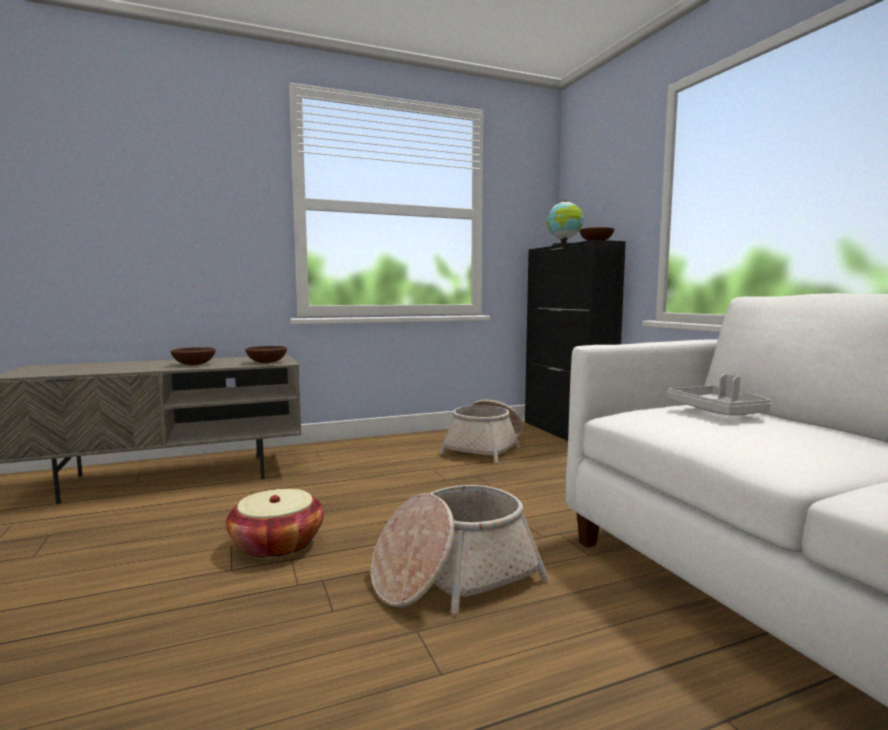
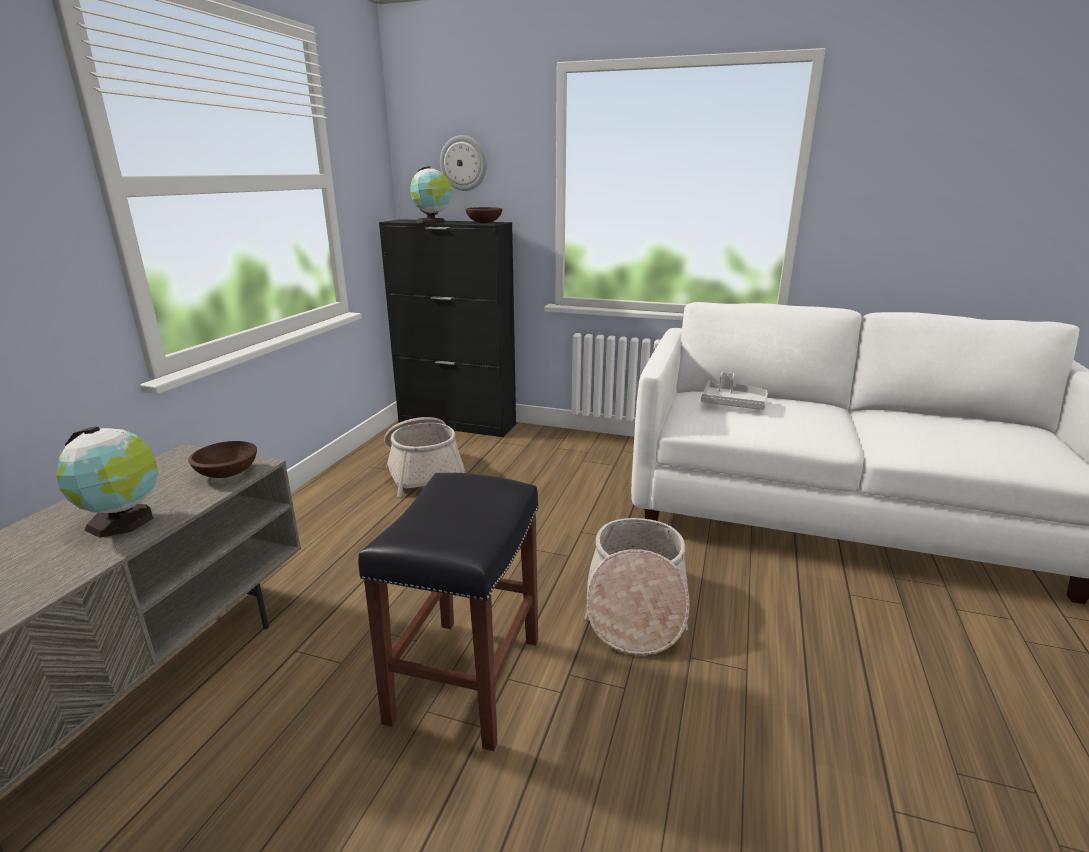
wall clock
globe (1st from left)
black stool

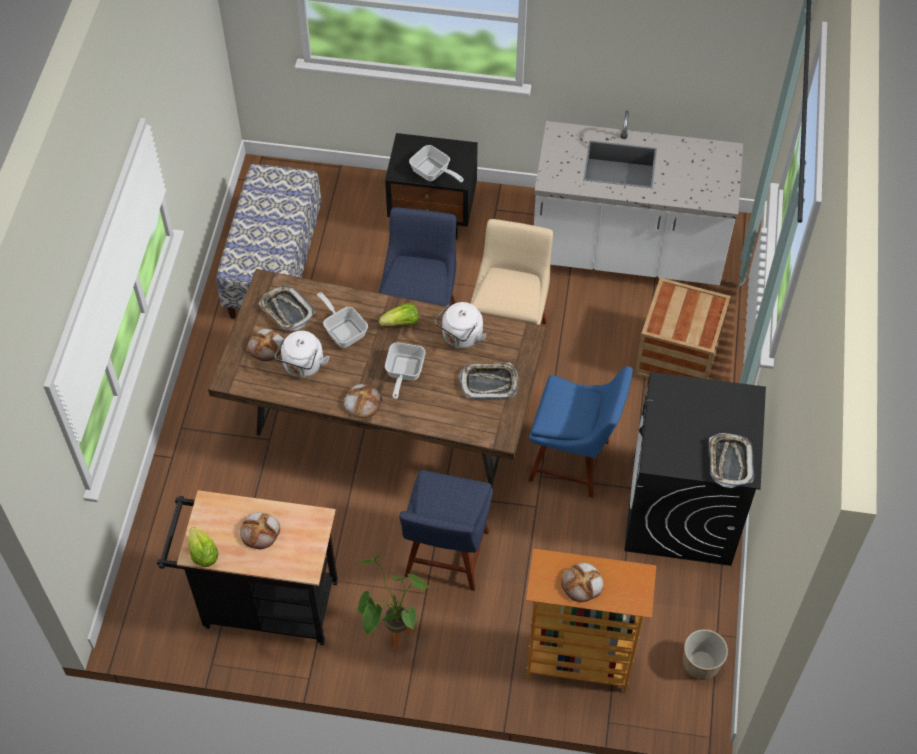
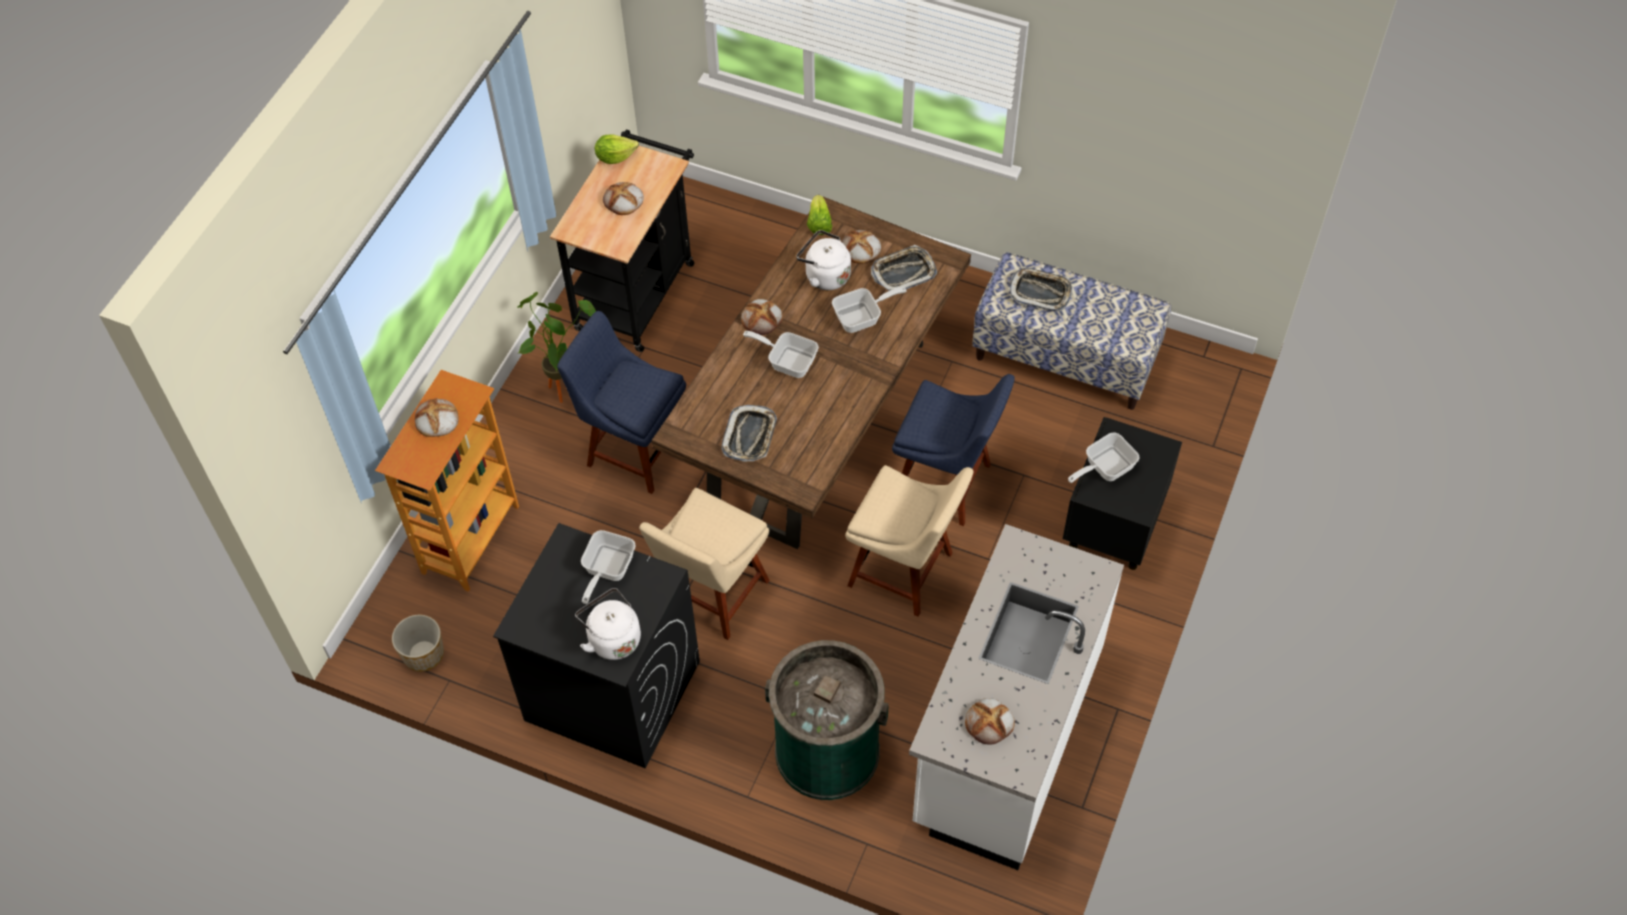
frying pan (1st from left)
bread (5th from left)
lettuce (2nd from left)
white kettle (1st from left)
tray (3rd from left)
green trash can
beige chair (1st from left)

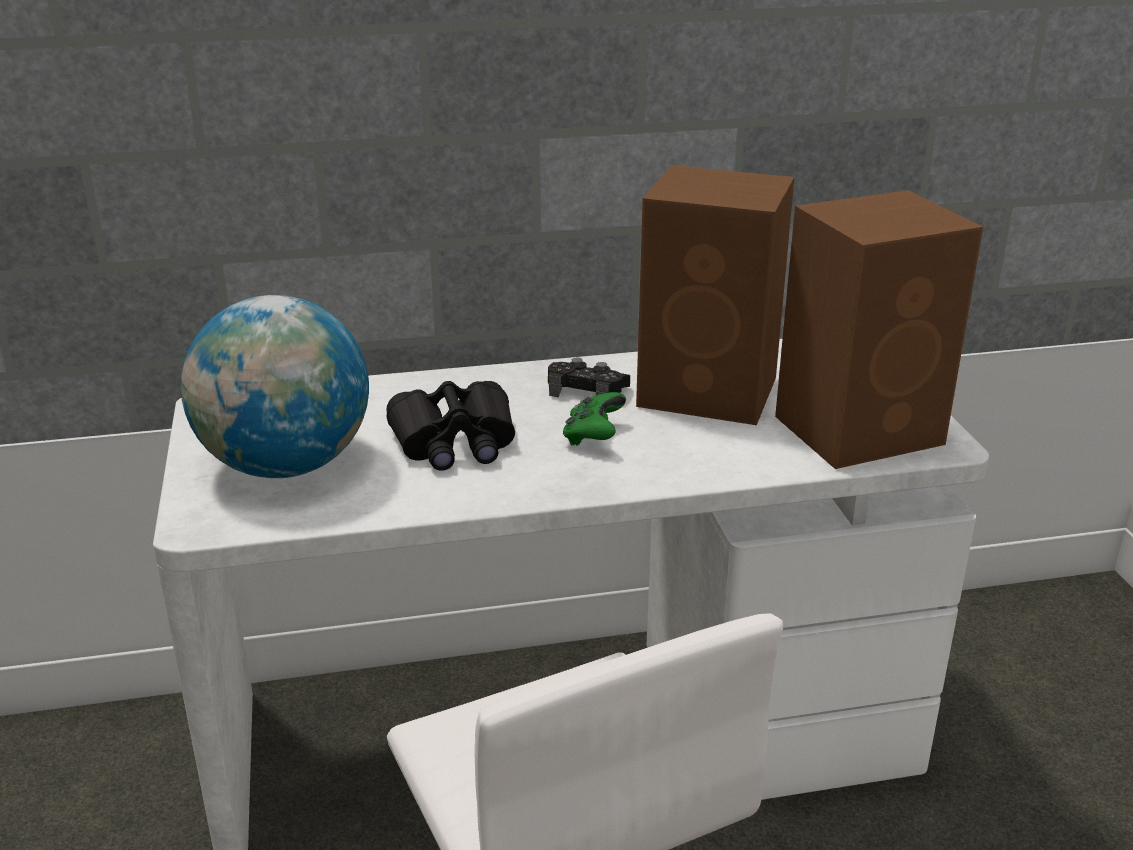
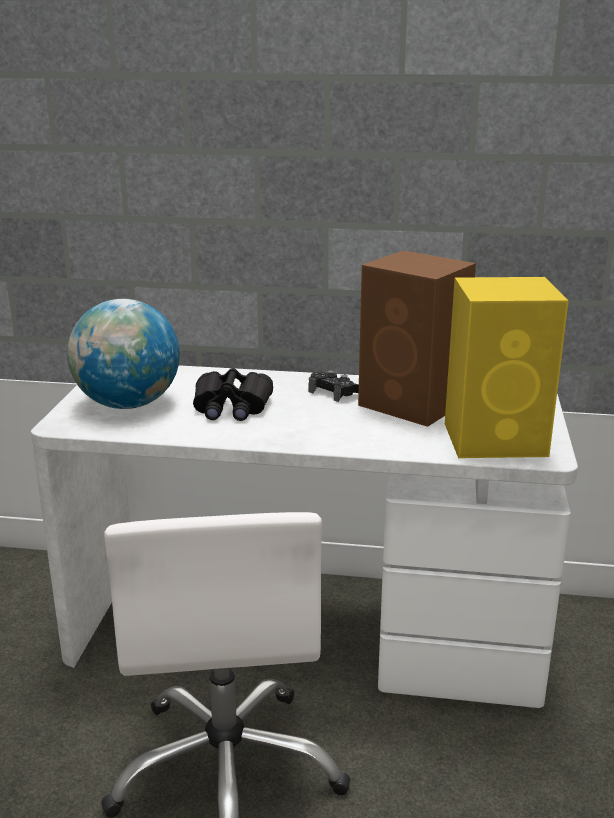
green game controller
yellow speaker

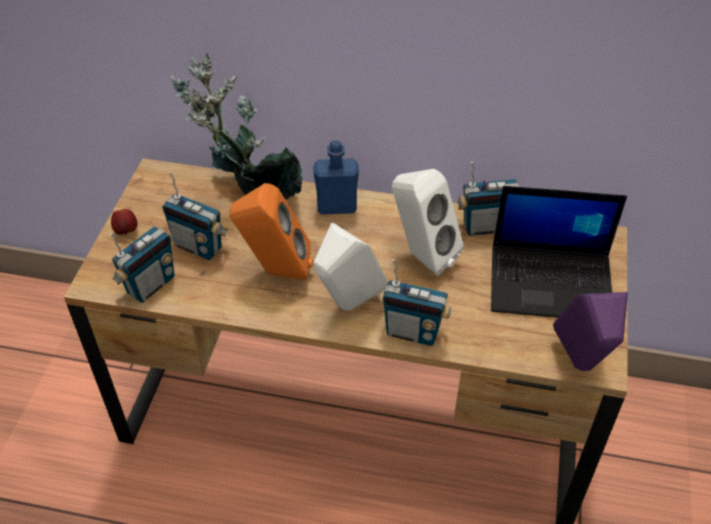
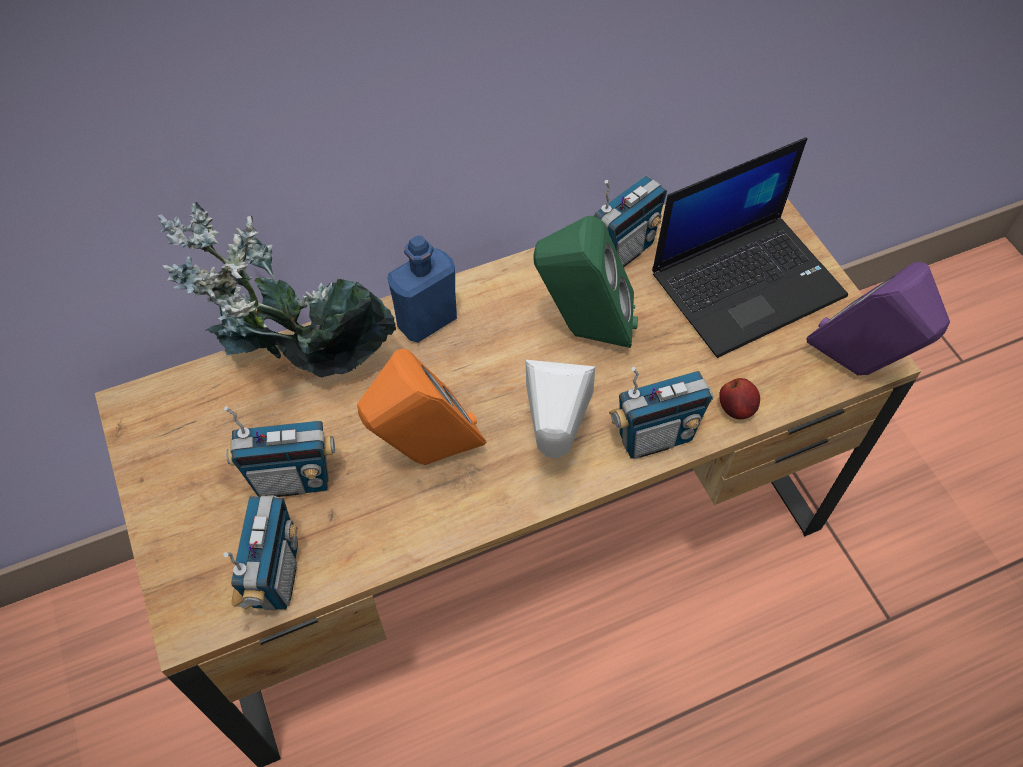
apple
green speaker

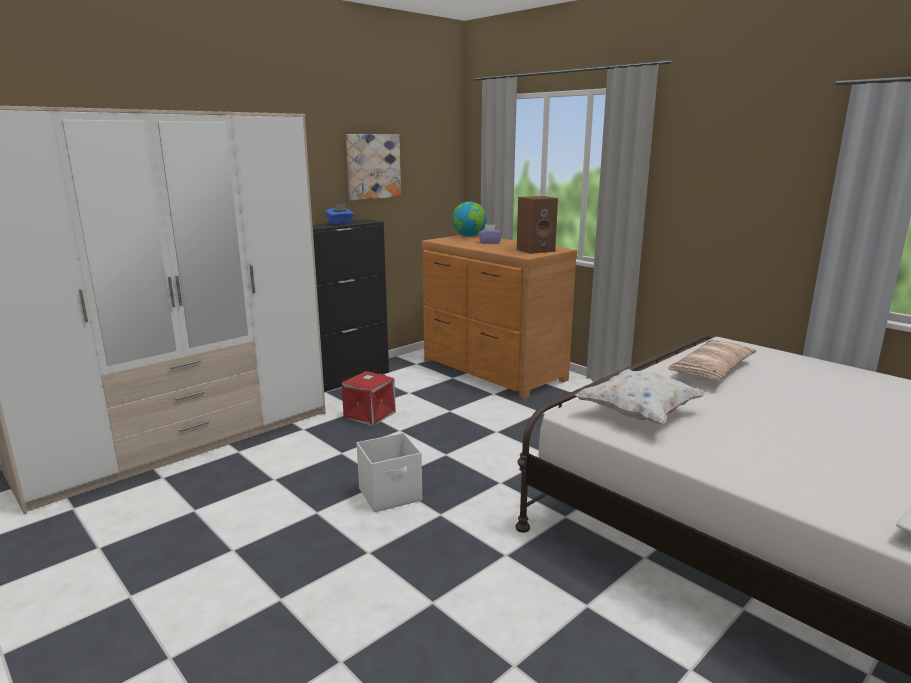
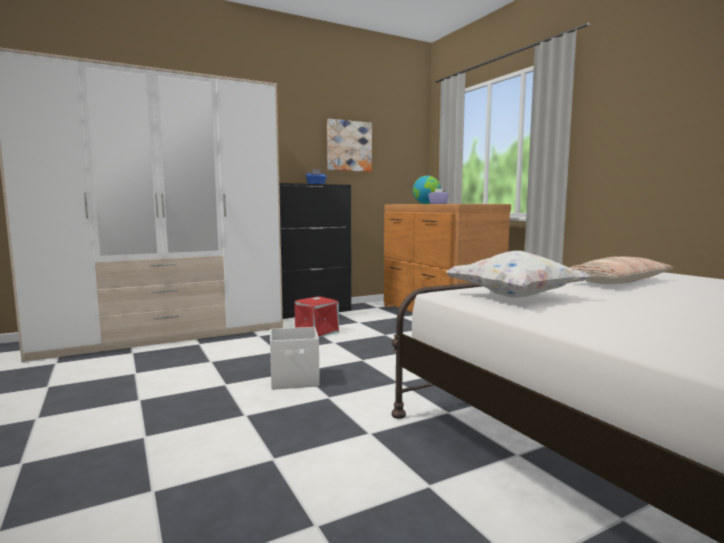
brown speaker

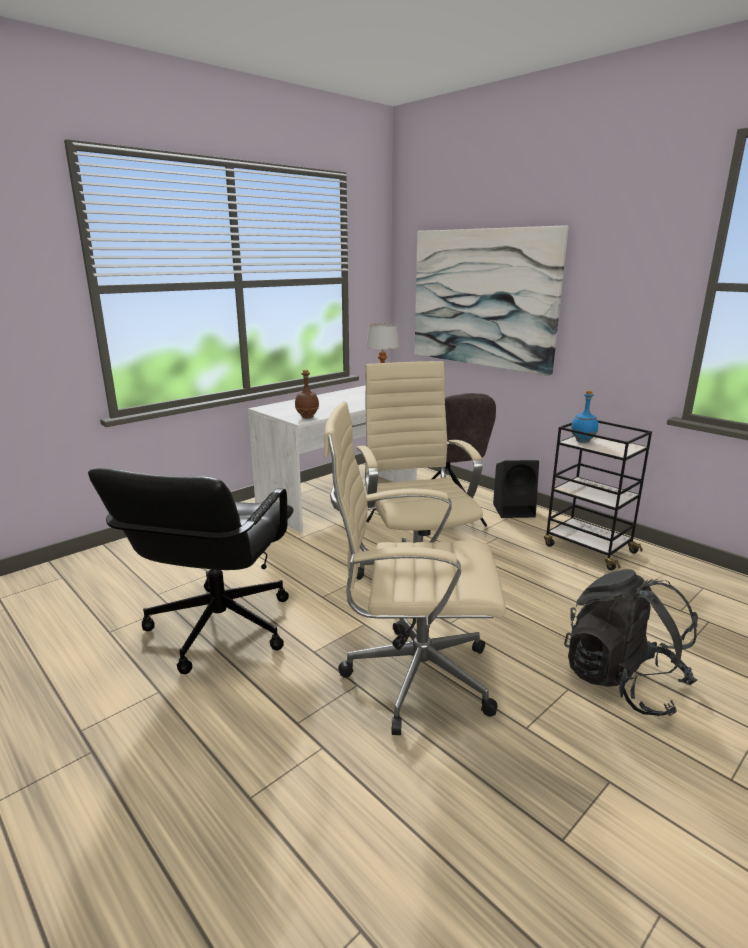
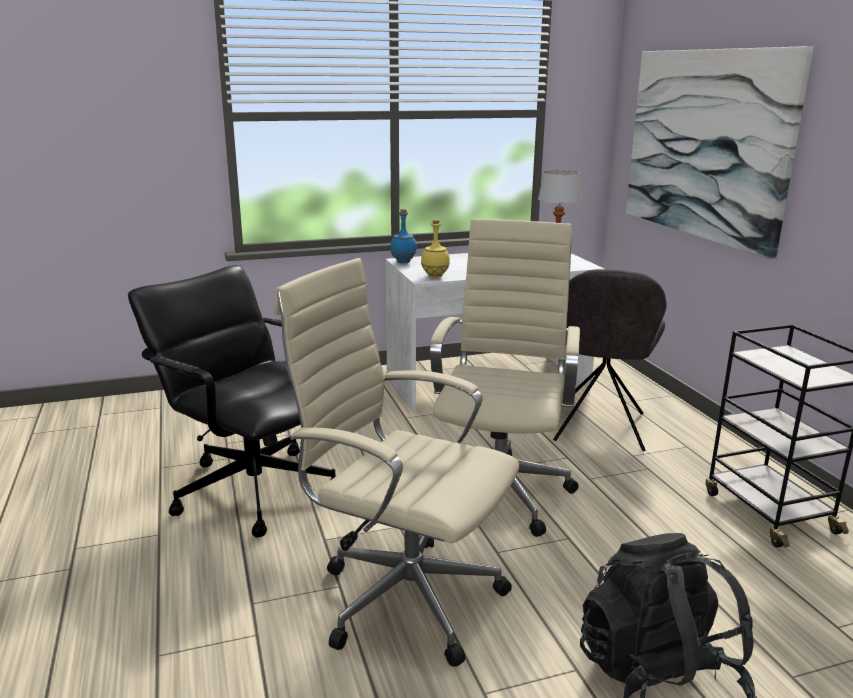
black speaker
blue bottle
yellow bottle
black office chair

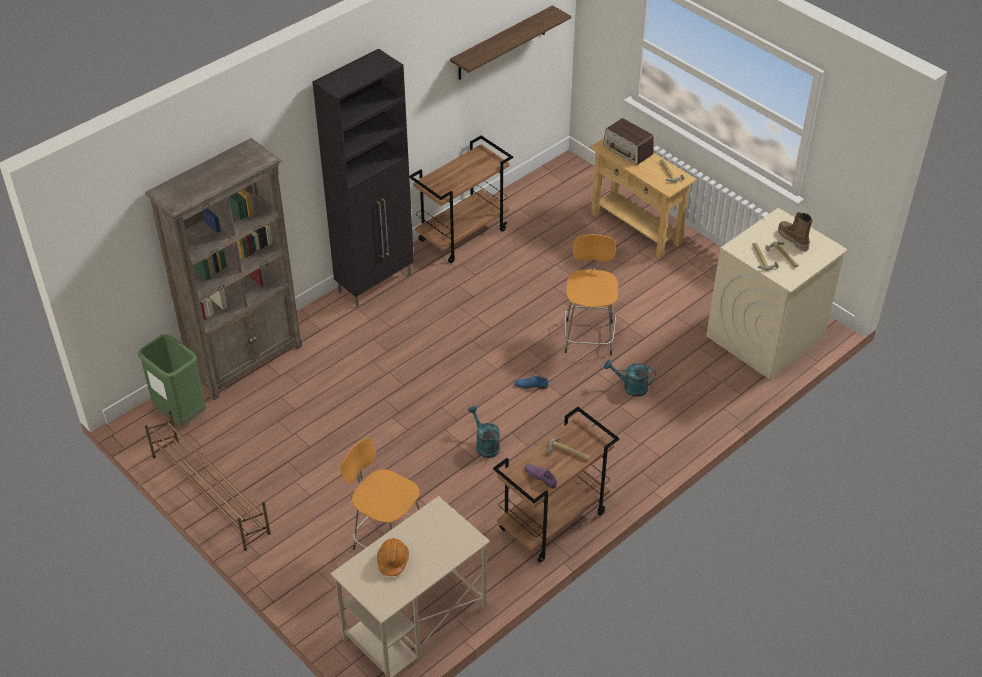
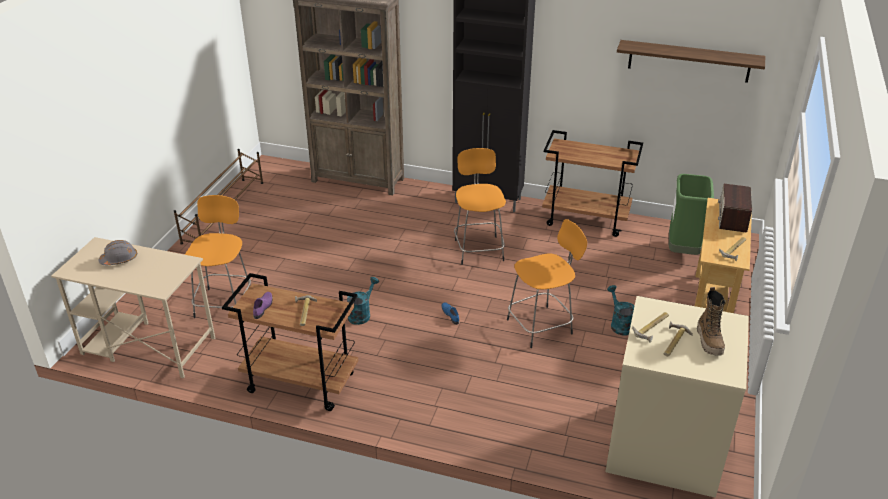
orange stool (2nd from left)
green trash can
turquoise watering can (2nd from left)
grey hard hat
boot

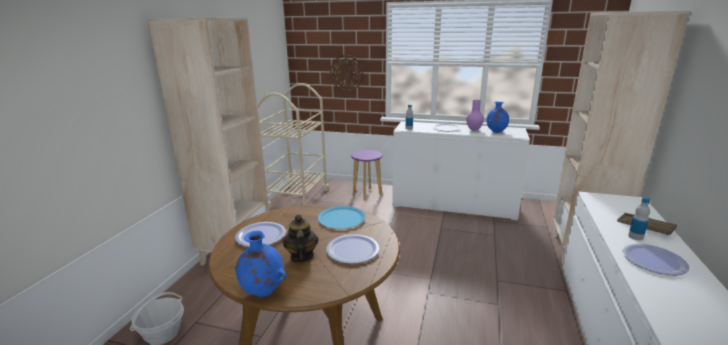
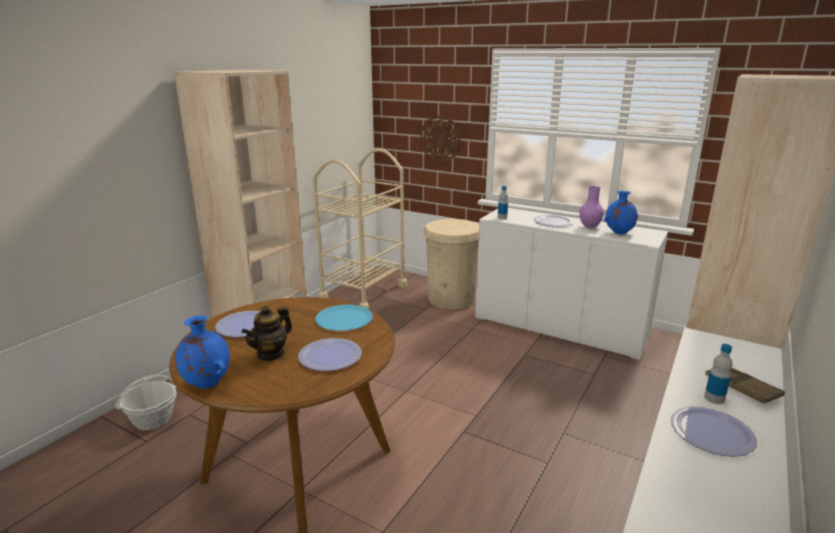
beige trash can
teapot

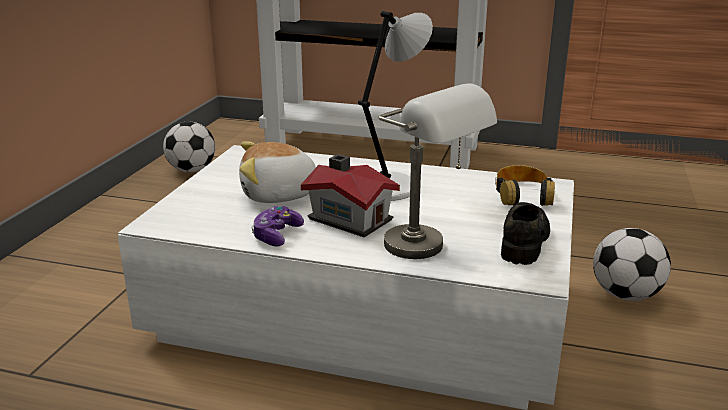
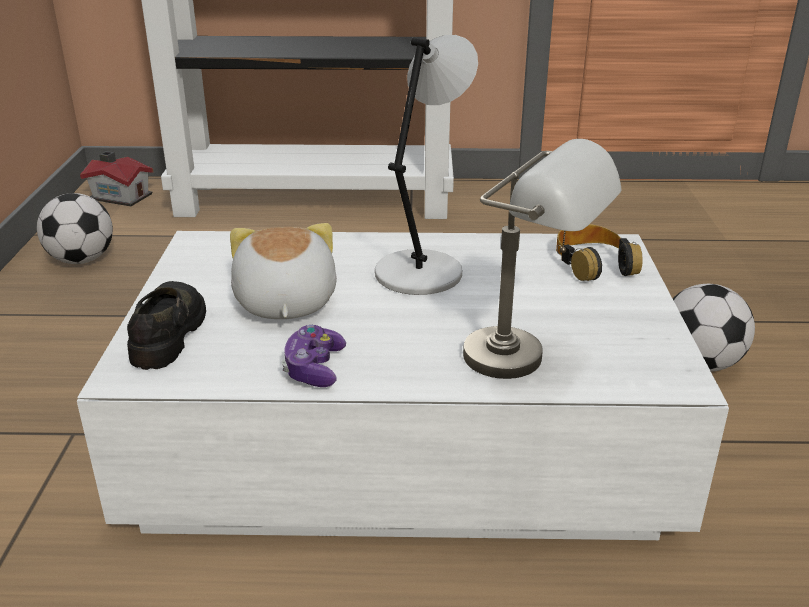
toy house
black shoe
plush toy

